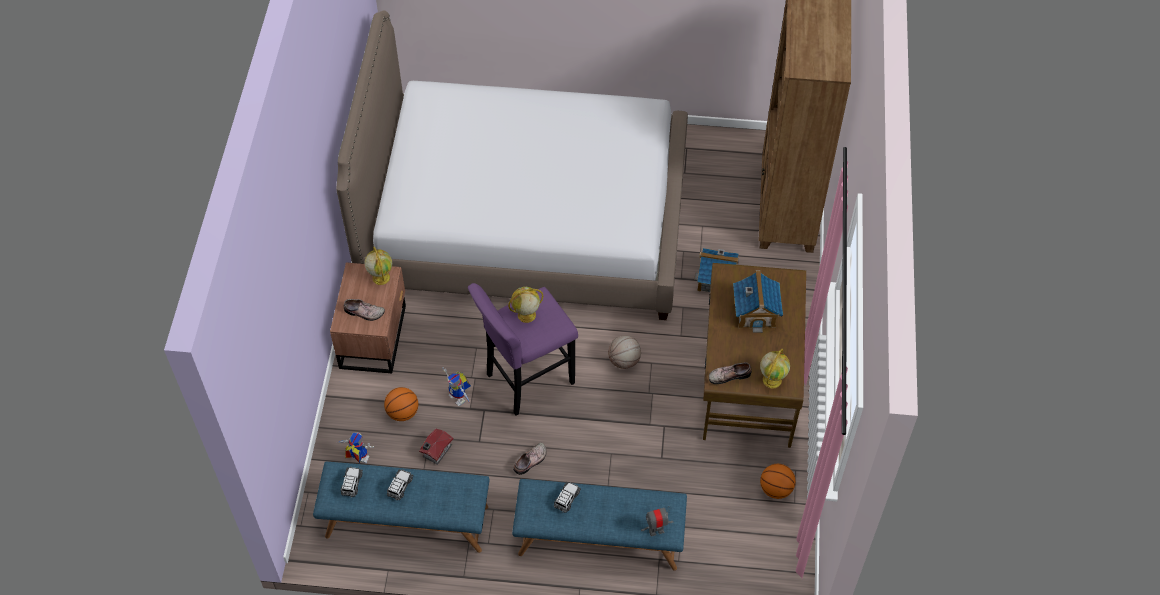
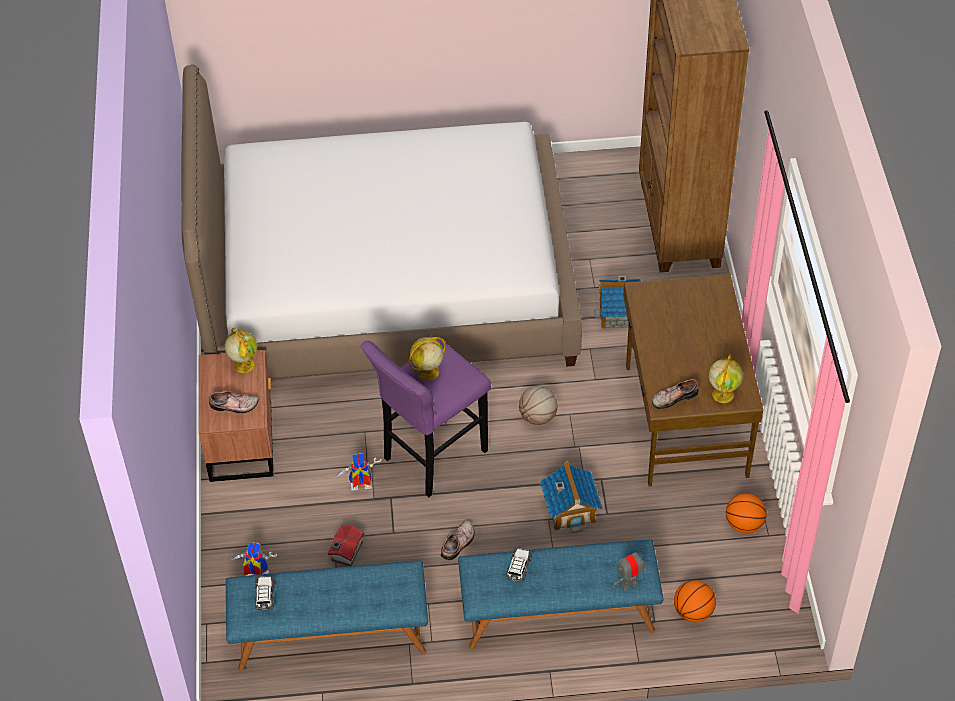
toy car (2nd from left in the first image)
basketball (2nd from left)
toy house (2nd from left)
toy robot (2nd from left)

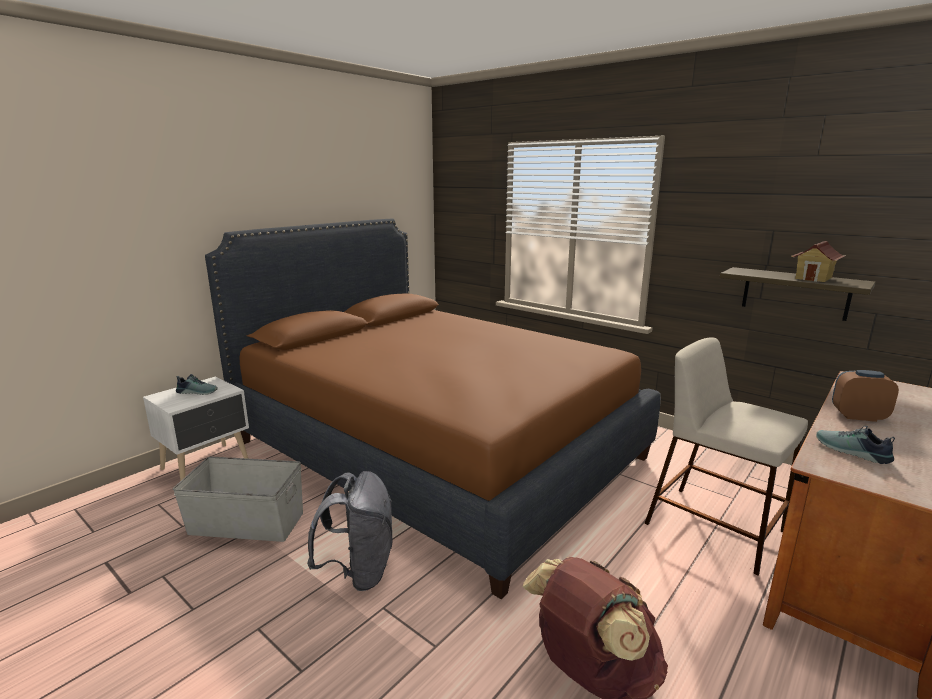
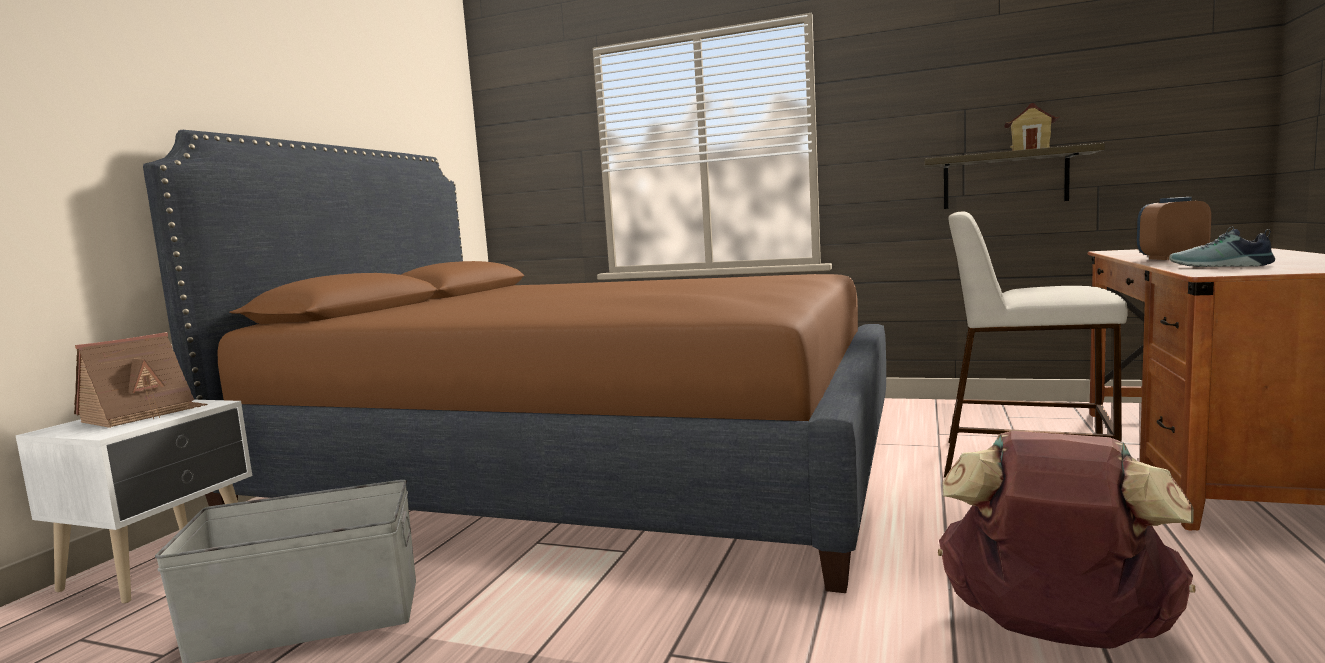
grey backpack
toy house (1st from left)

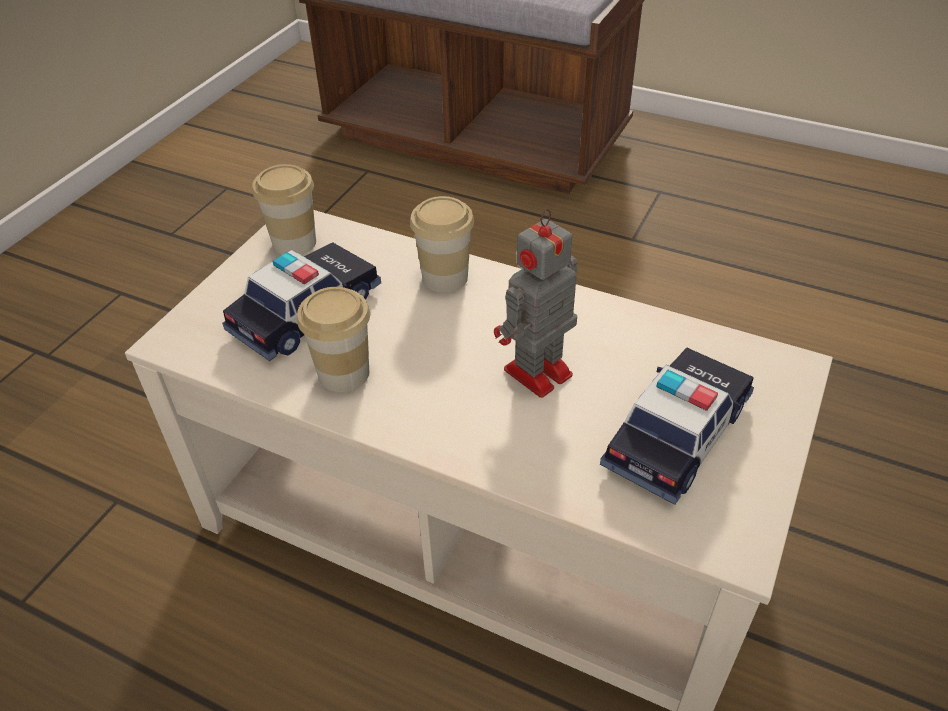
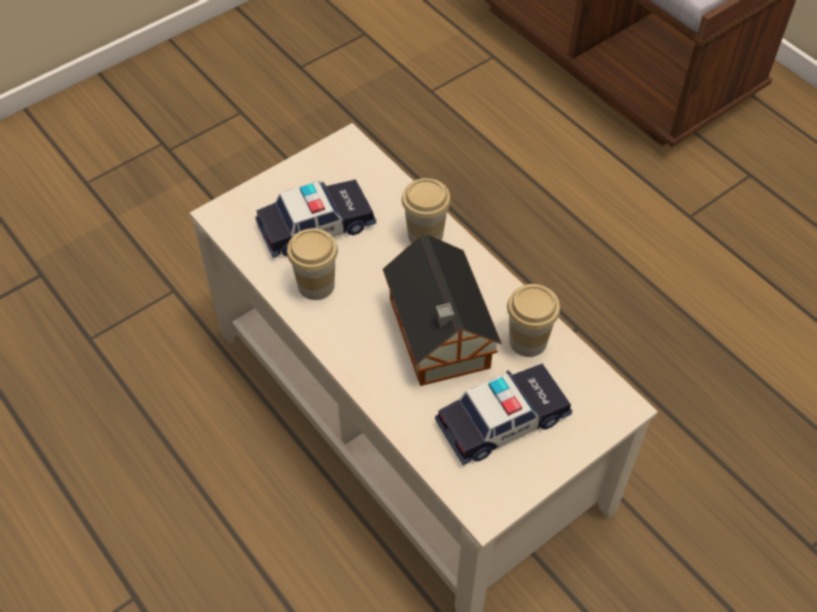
cup (3rd from left)
toy house

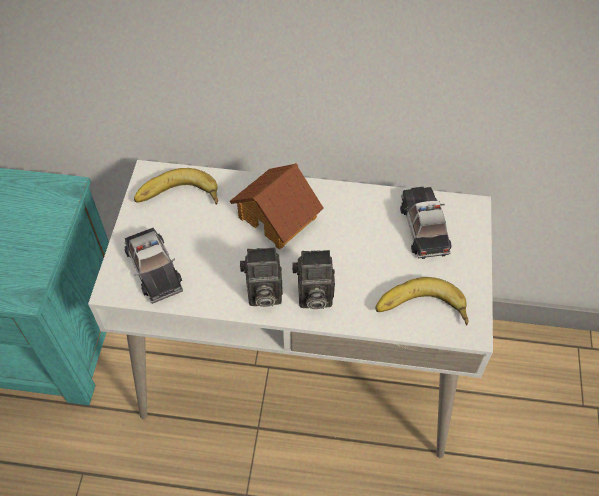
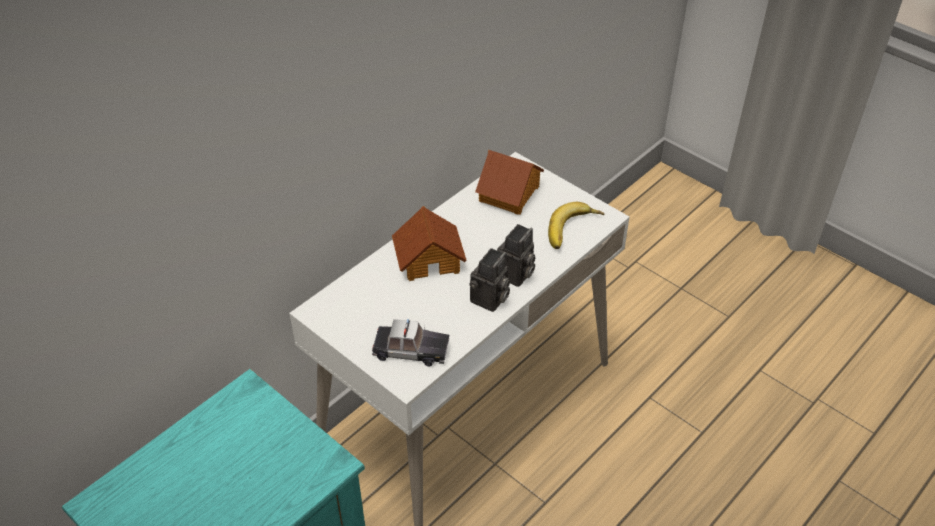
banana (1st from left in the first image)
toy house (2nd from left)

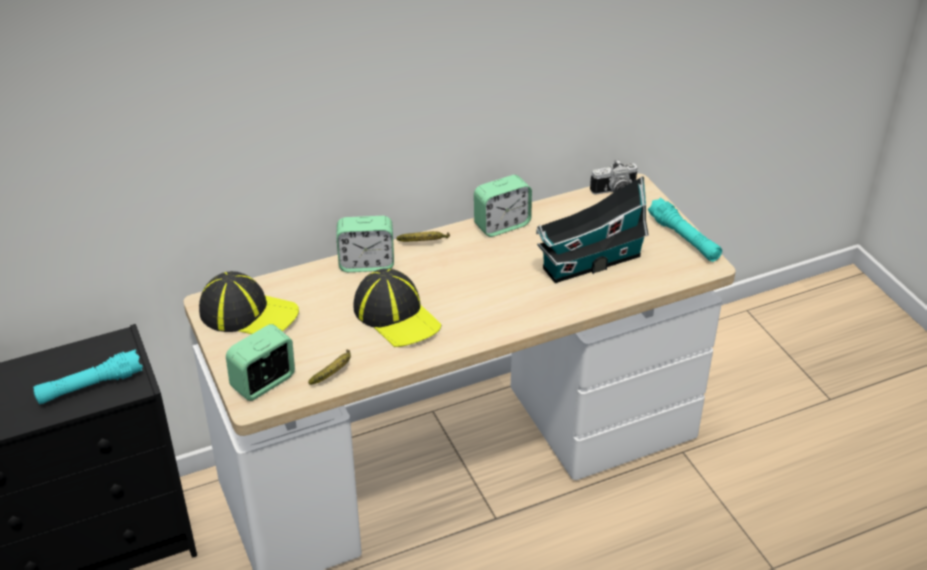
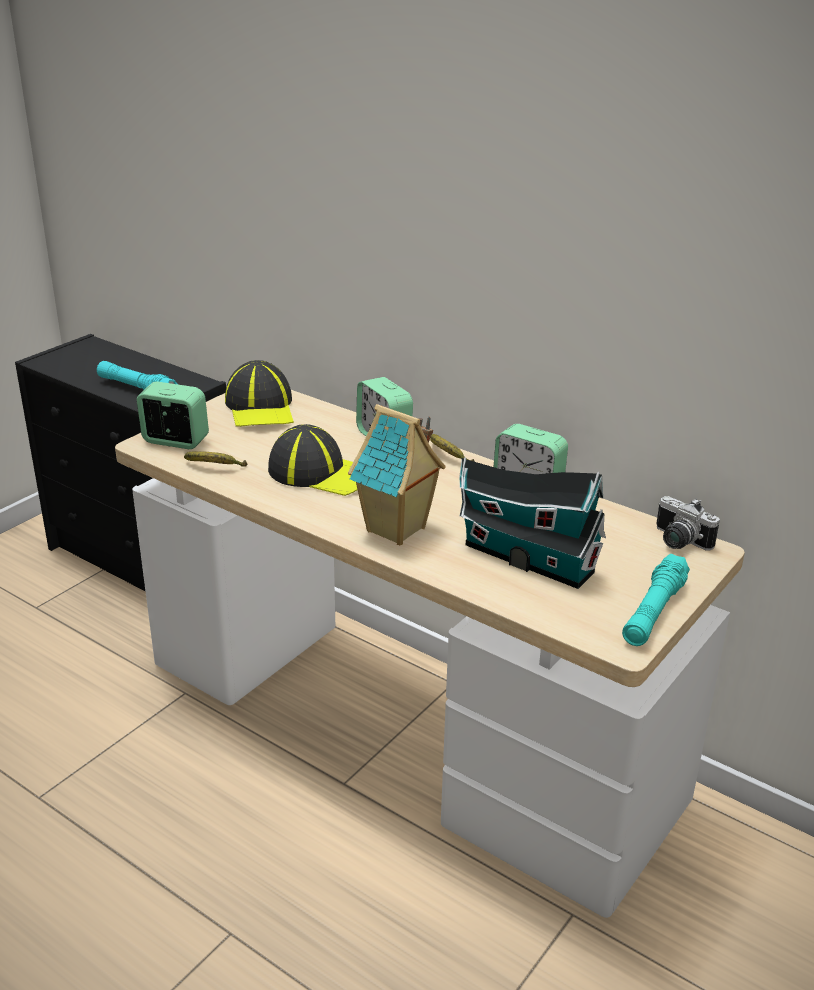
toy house (1st from left)
cap (2nd from left)

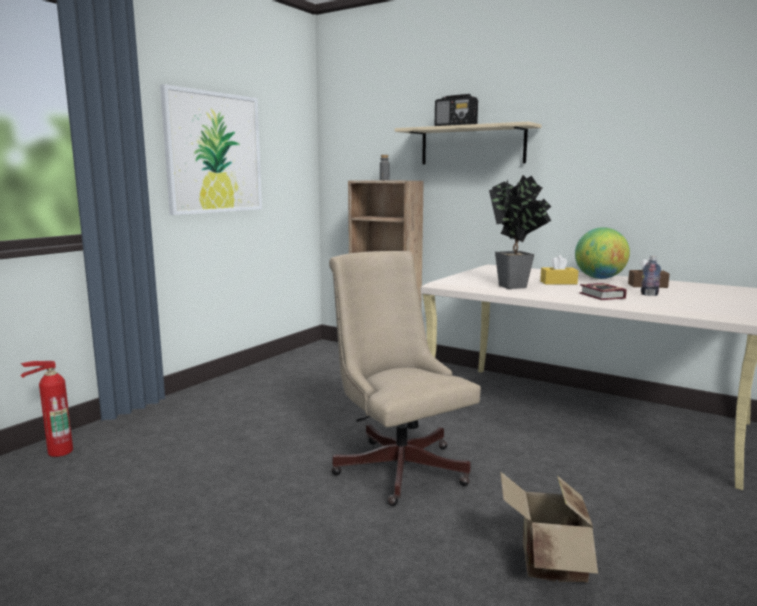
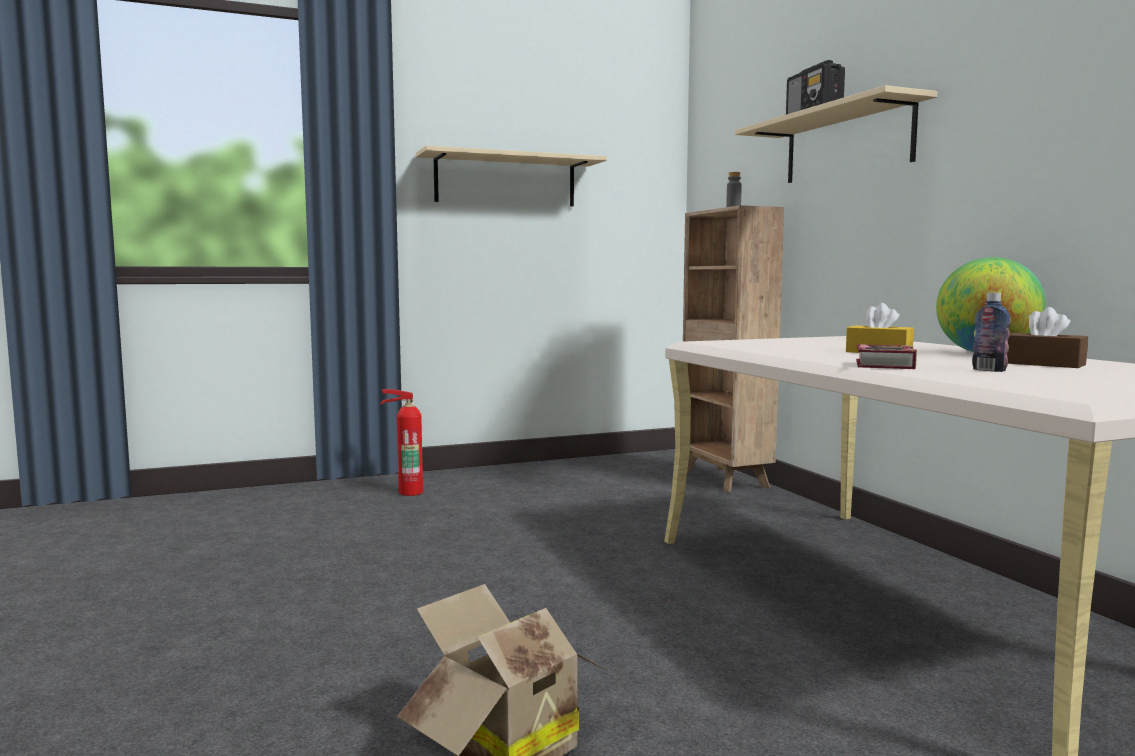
beige office chair
potted plant
fire extinguisher
beige shelf (1st from left)

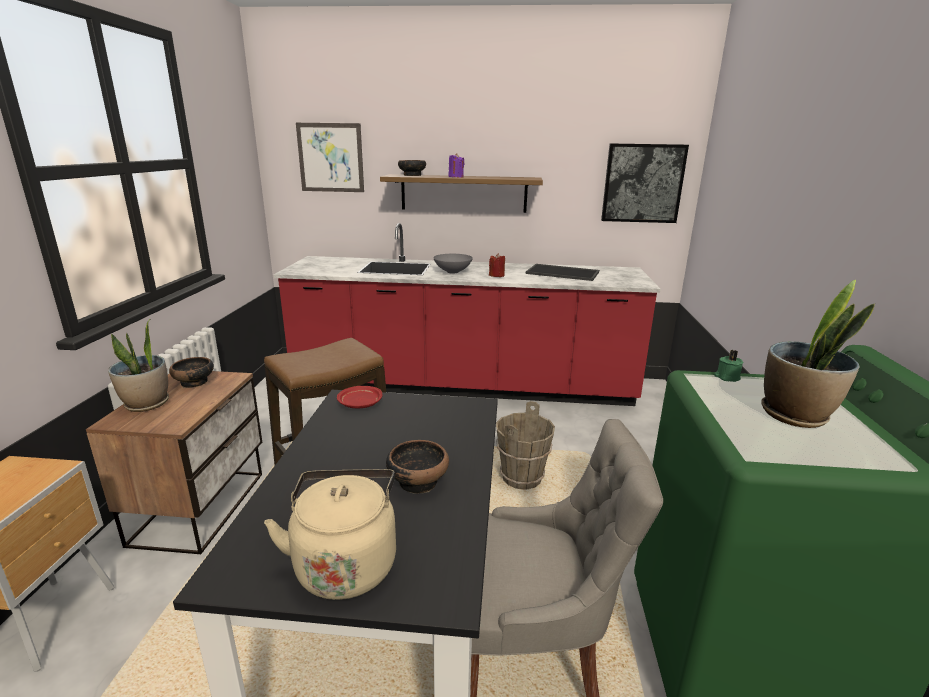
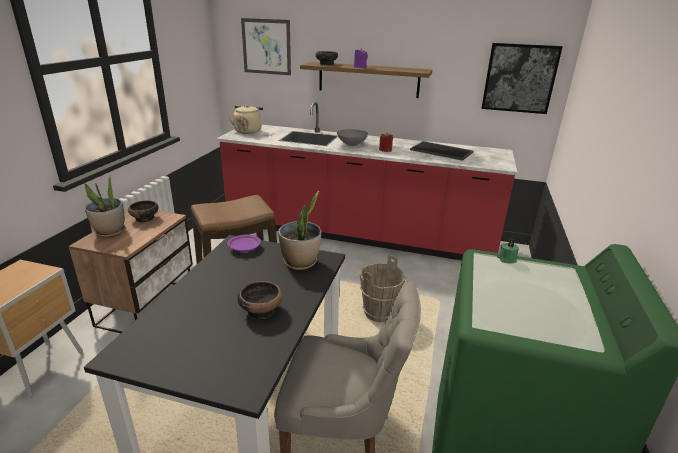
beige kettle
potted plant (2nd from left)
purple plate

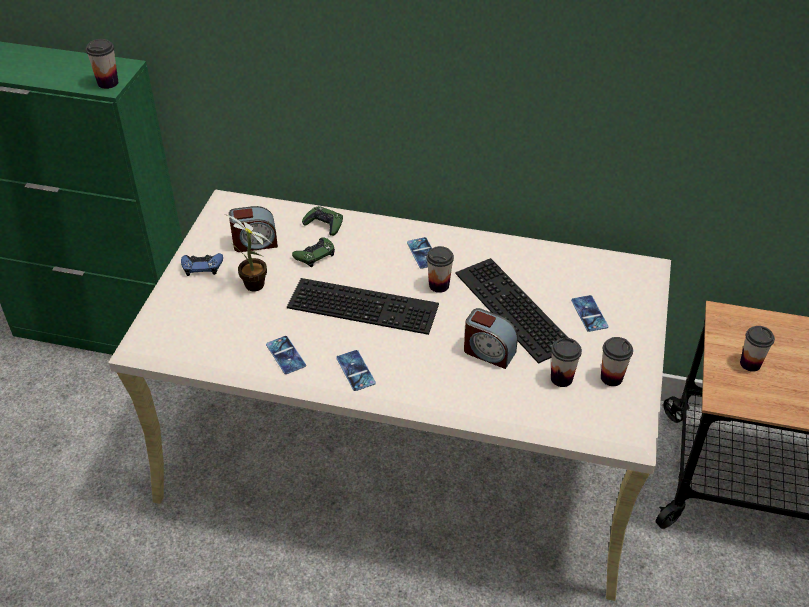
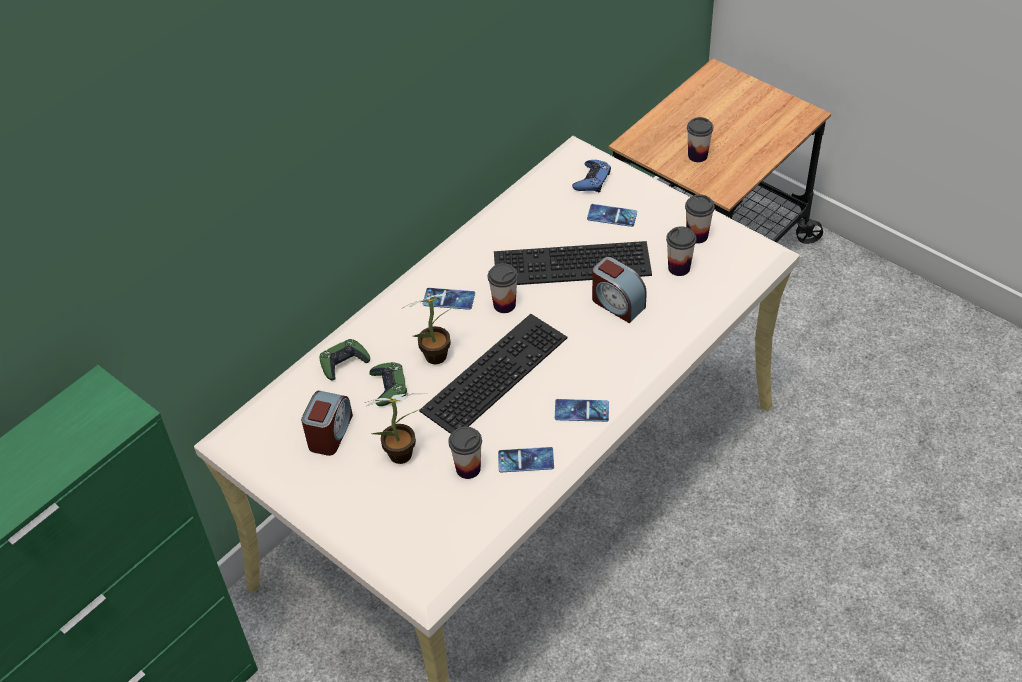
potted plant (2nd from left)
cup (1st from left)
blue game controller
alarm clock (2nd from left)

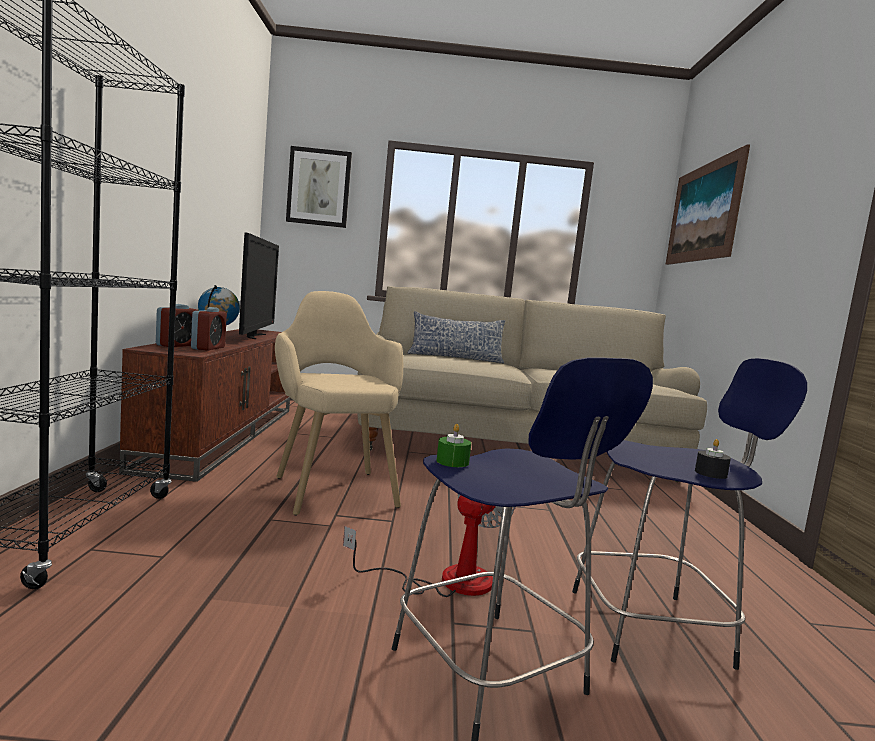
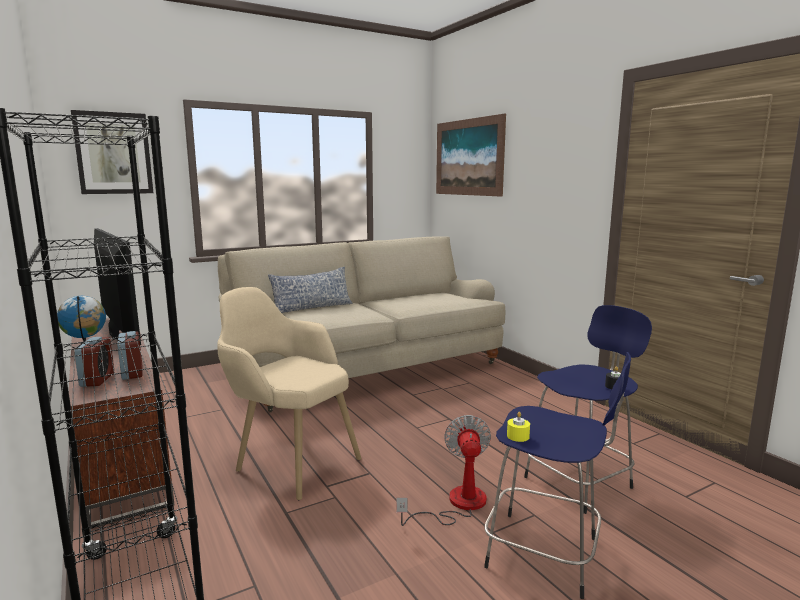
yellow candle

